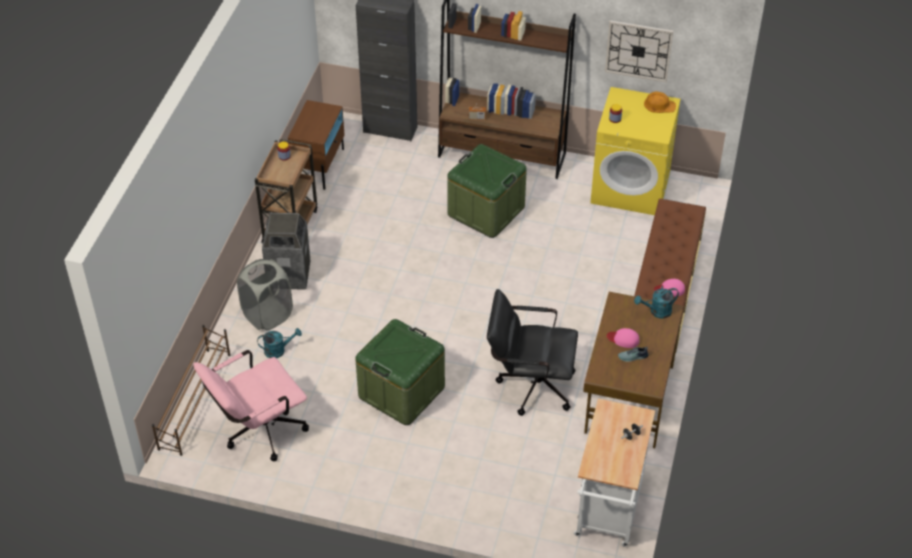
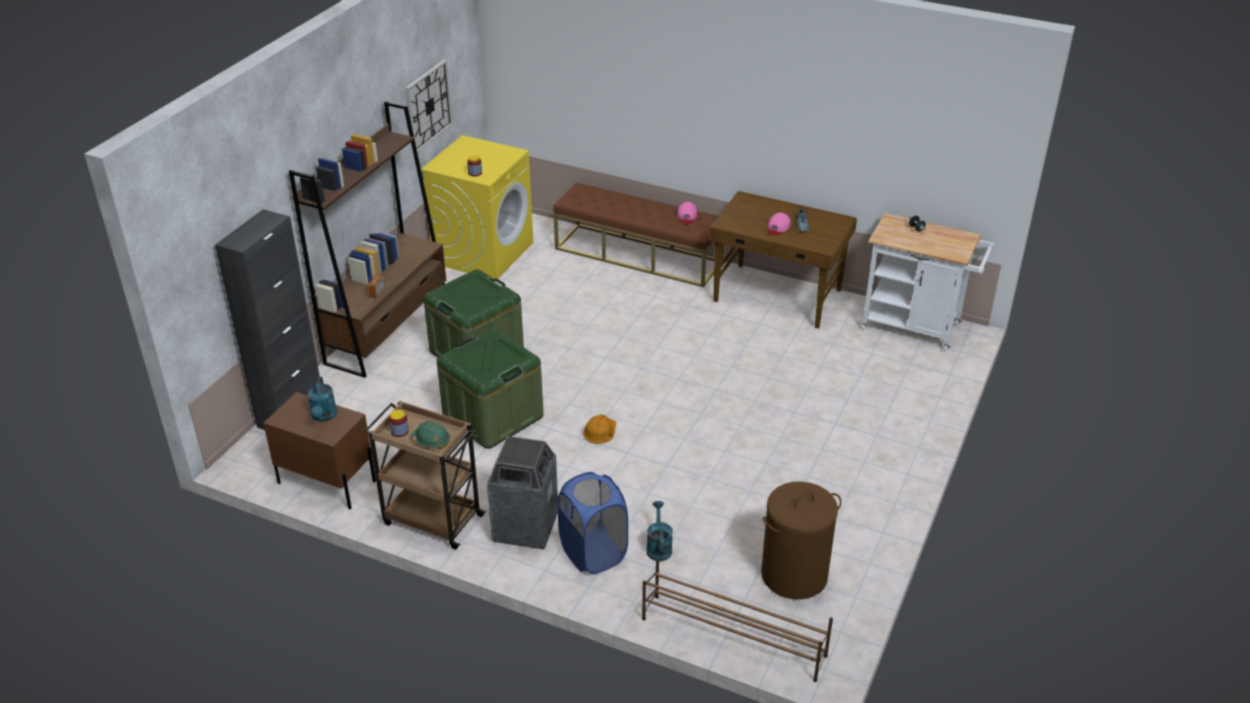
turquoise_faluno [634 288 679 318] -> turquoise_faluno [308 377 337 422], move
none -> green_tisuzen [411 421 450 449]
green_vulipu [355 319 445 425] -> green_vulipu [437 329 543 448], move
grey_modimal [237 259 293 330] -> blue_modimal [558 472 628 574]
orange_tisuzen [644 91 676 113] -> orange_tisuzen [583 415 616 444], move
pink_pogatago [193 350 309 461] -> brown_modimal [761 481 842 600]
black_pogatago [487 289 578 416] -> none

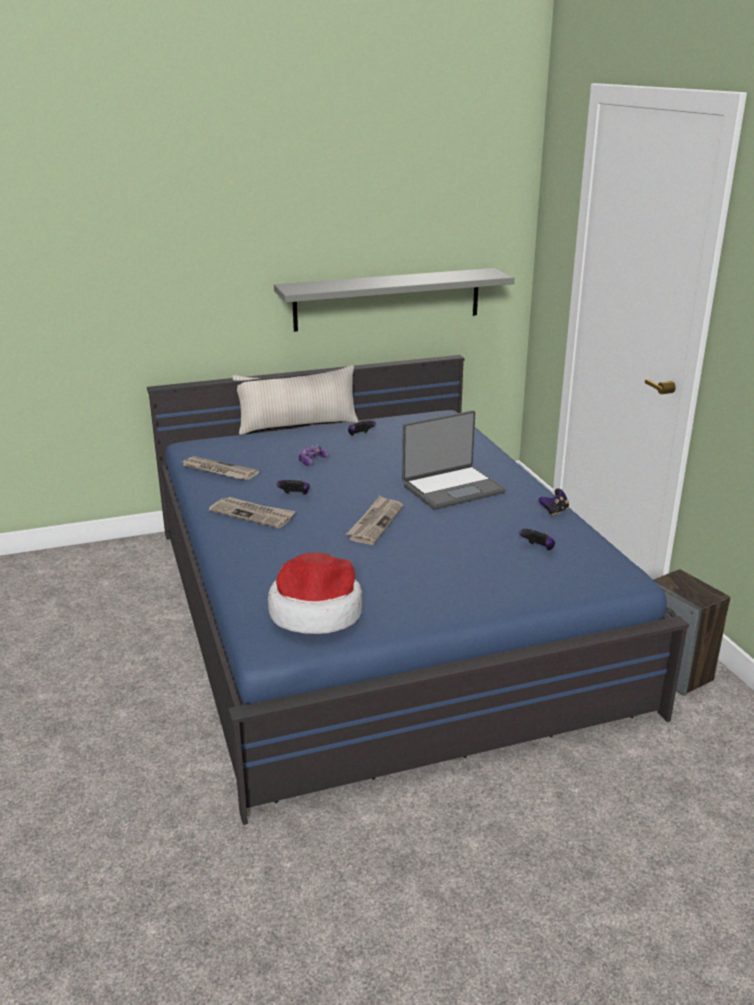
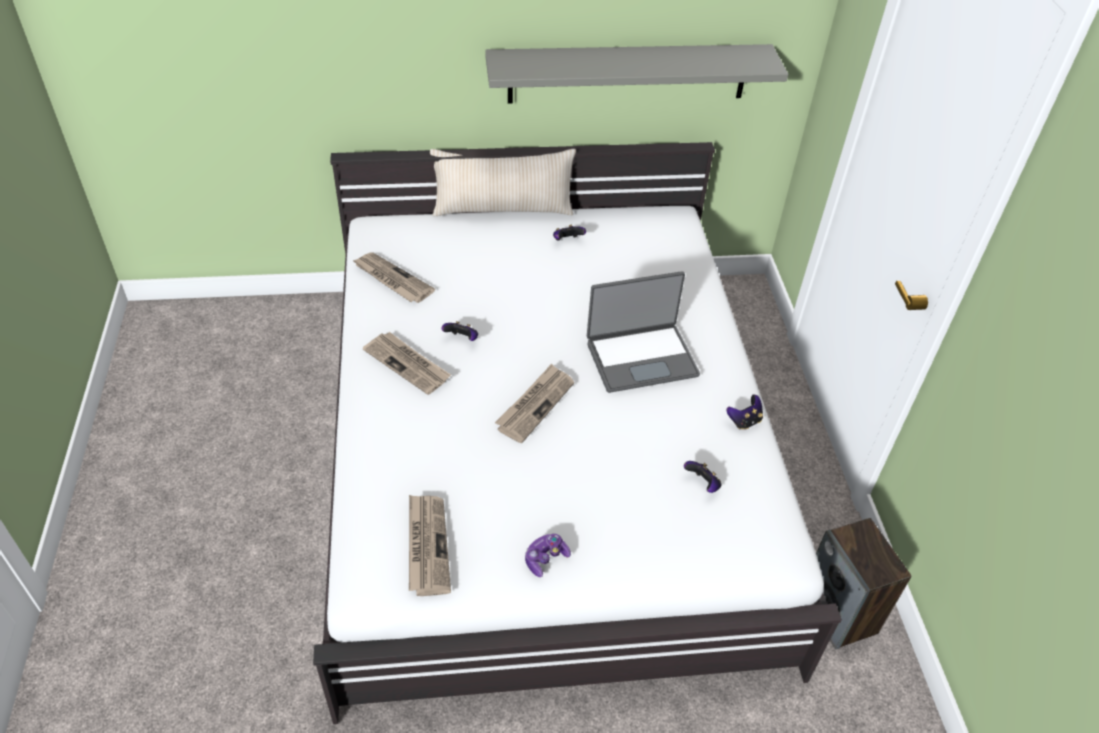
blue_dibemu [147 355 689 825] -> white_dibemu [313 142 842 724]
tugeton [268 552 362 634] -> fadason [409 495 451 596]
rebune [298 445 329 466] -> rebune [525 534 571 577], move

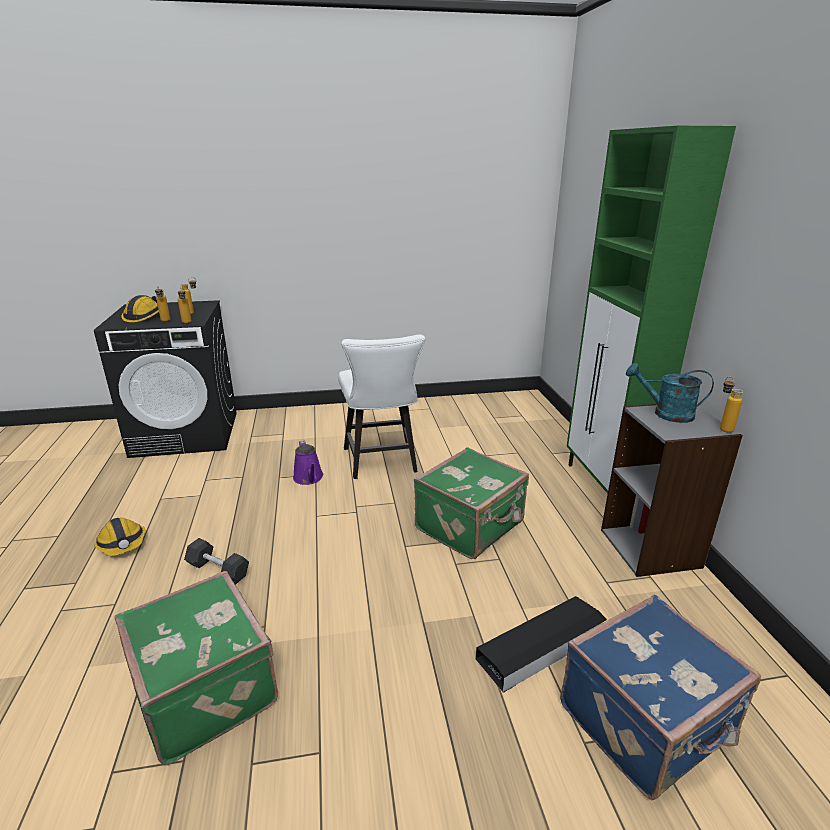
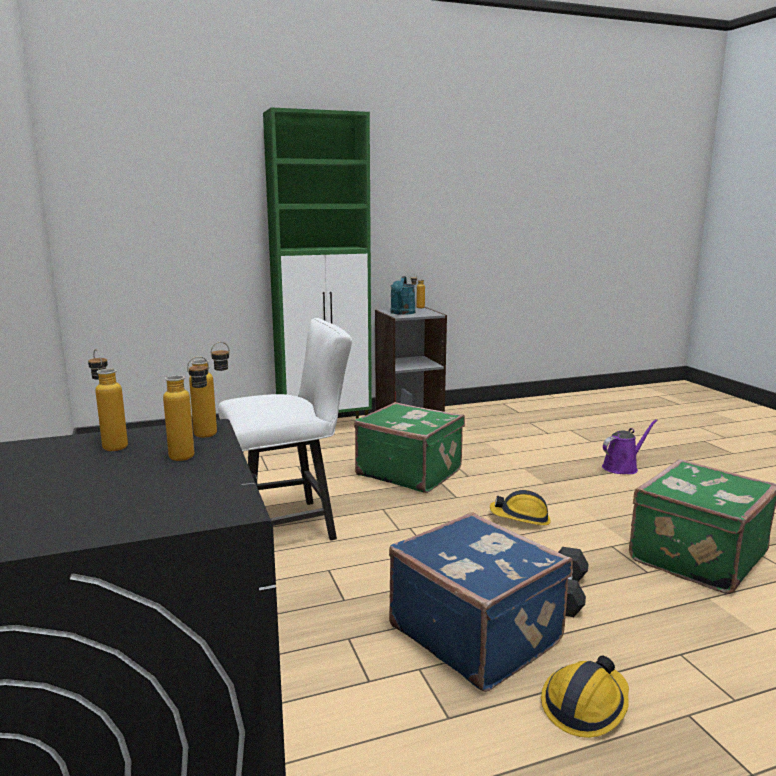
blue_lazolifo [560 594 761 800] -> blue_lazolifo [389 512 573 692], move
tisuzen [121 295 159 322] -> tisuzen [490 490 551 525], move
purple_faluno [293 441 323 485] -> purple_faluno [602 419 658 474], move
black_vulipu [476 596 607 693] -> none

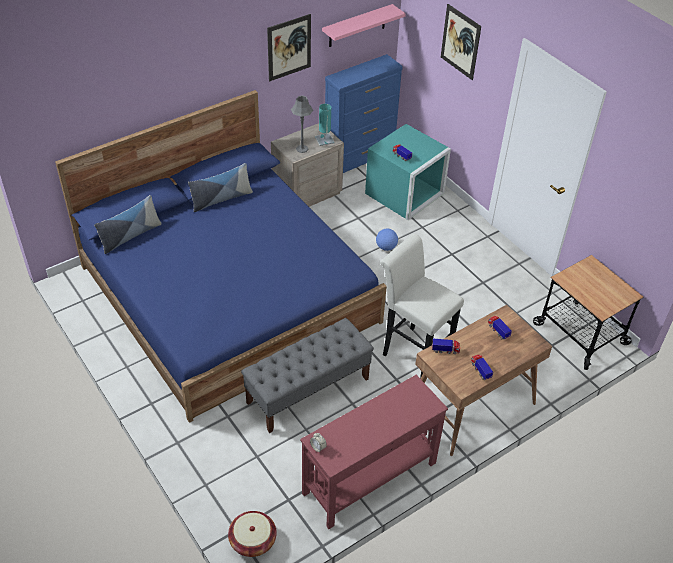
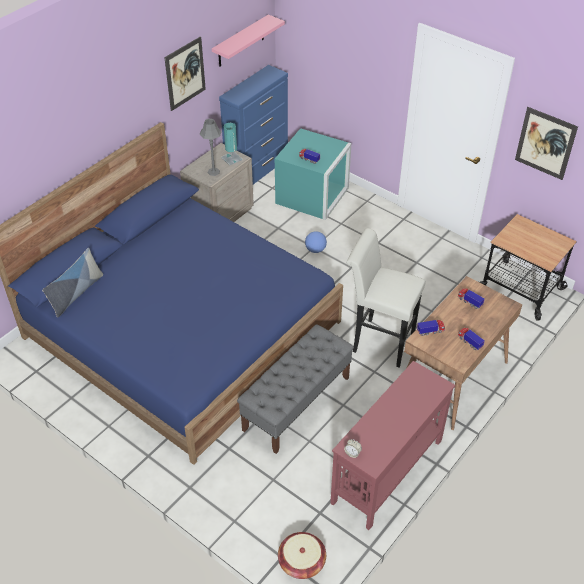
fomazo [441 4 481 80] -> fomazo [515 107 578 180], move
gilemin [188 163 253 212] -> none

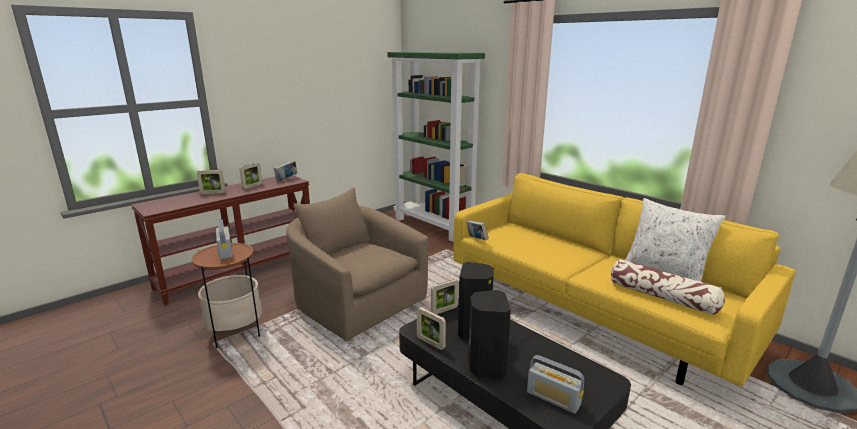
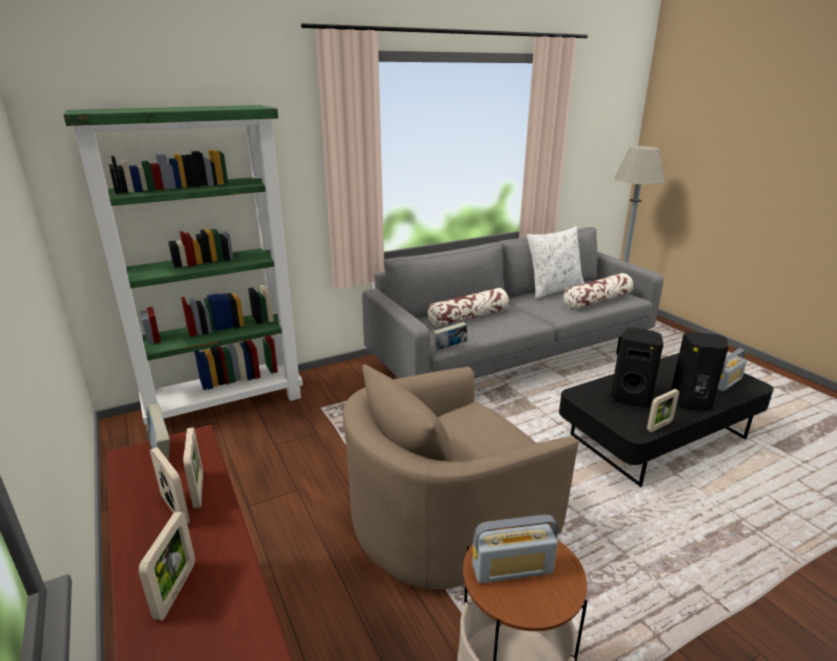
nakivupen [431 279 459 314] -> nakivupen [183 427 203 509], move
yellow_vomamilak [453 173 795 386] -> grey_vomamilak [362 227 664 378]
none -> gilemin [428 288 509 327]

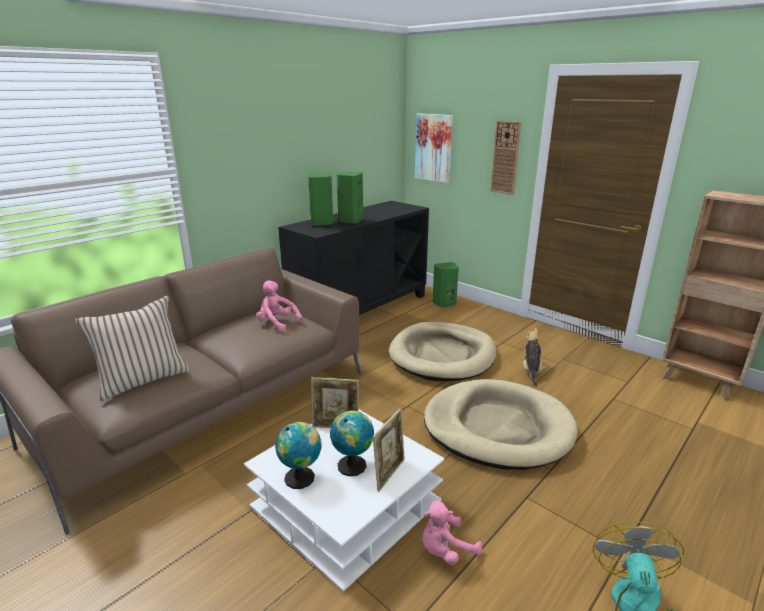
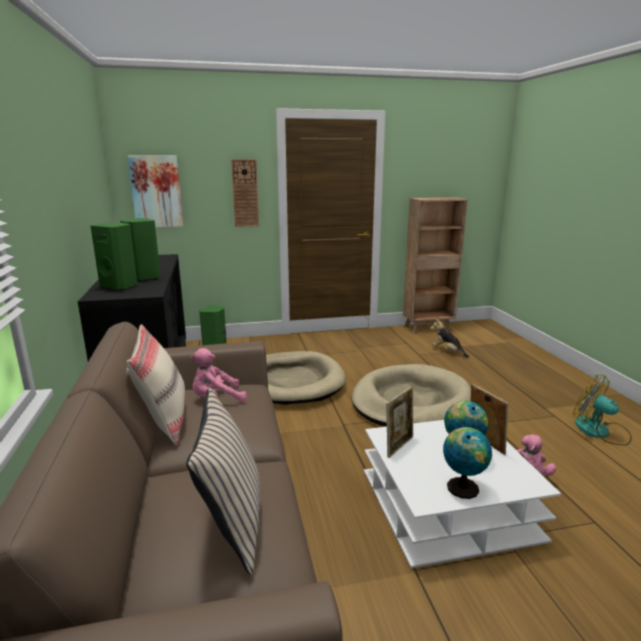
none -> beige_gilemin [126 324 185 445]
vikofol [523 328 546 386] -> vikofol [430 318 469 358], move

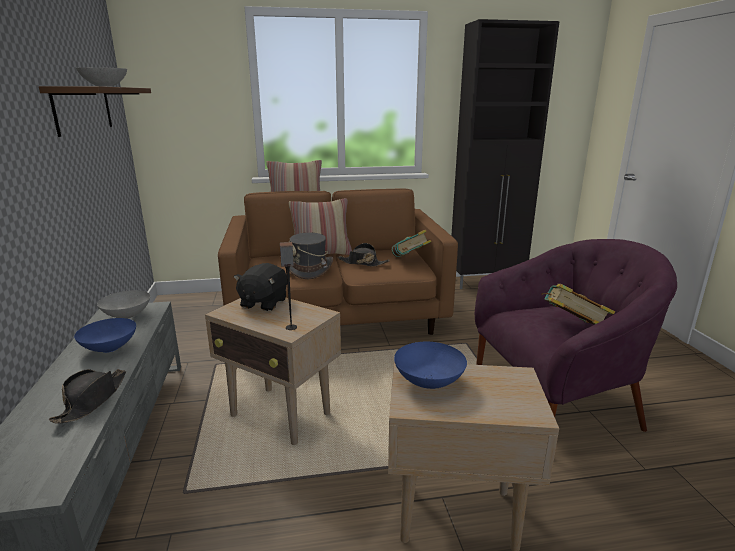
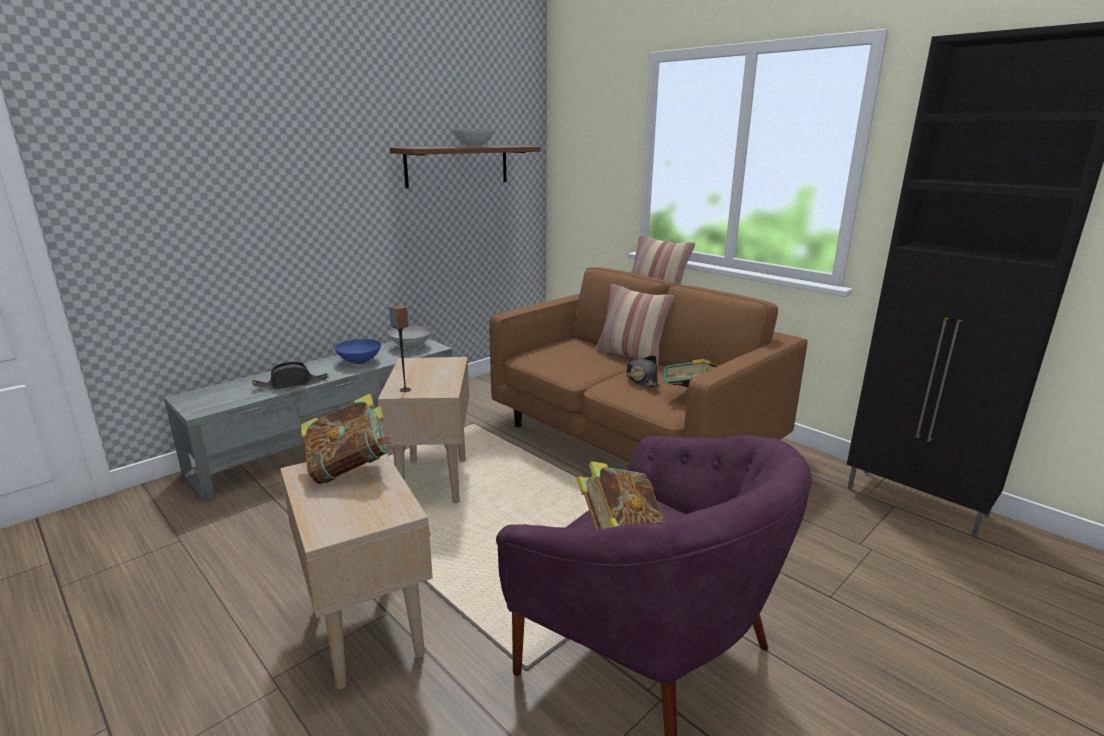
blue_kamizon [394 342 467 389] -> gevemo [301 394 392 484]
black_vikofol [233 263 287 311] -> none
grey_tugeton [289 233 333 279] -> none

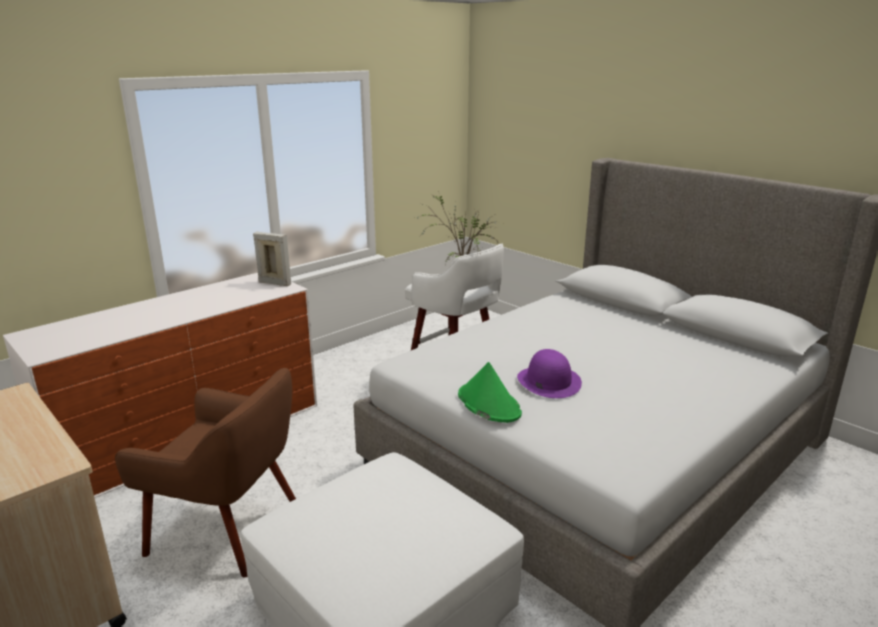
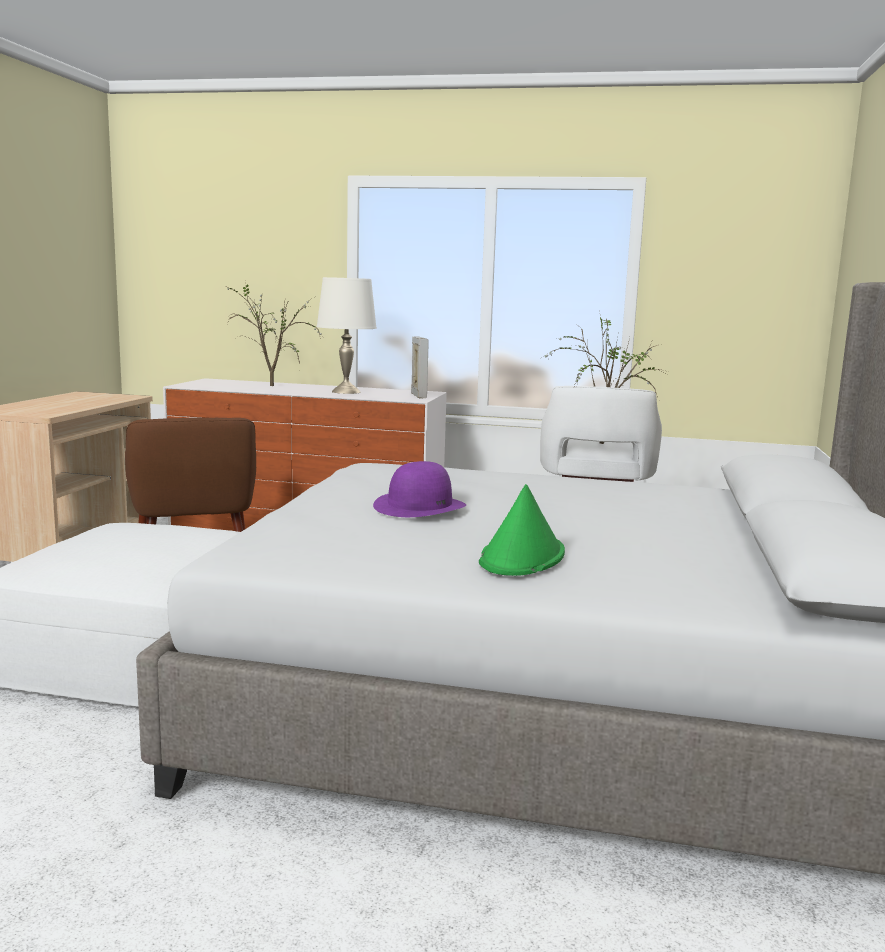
none -> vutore [227 283 322 386]
none -> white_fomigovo [317 277 377 394]
green_tugeton [458 362 522 423] -> green_tugeton [479 484 565 576], move

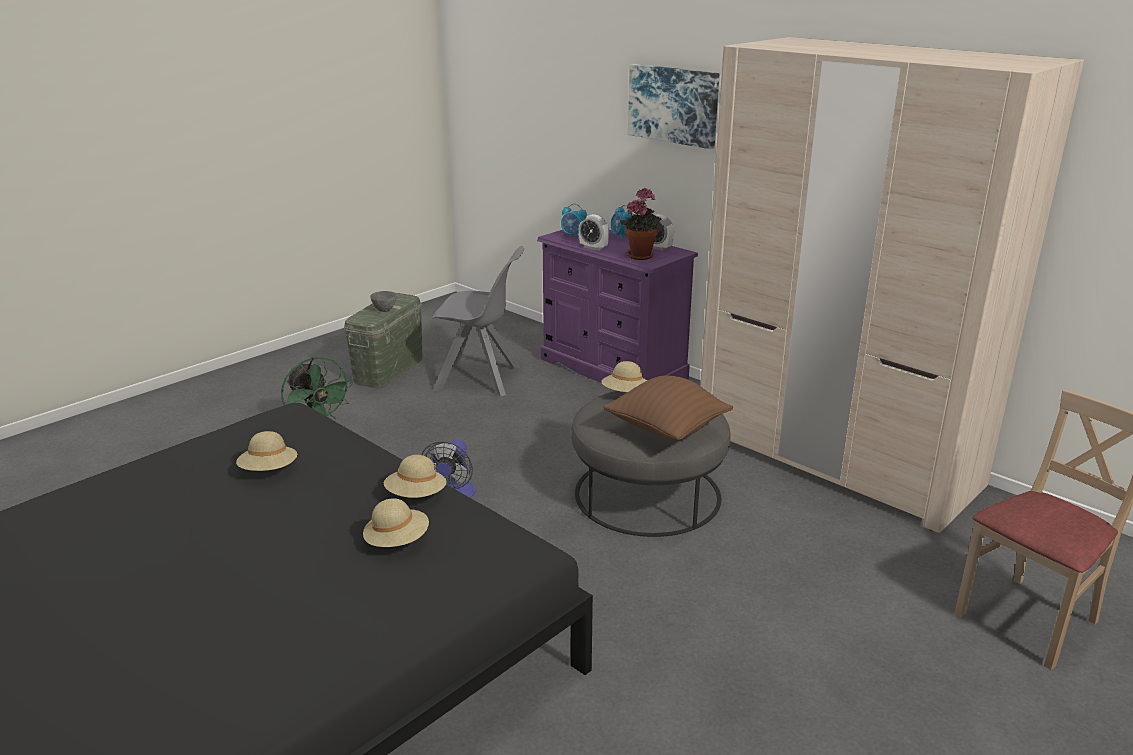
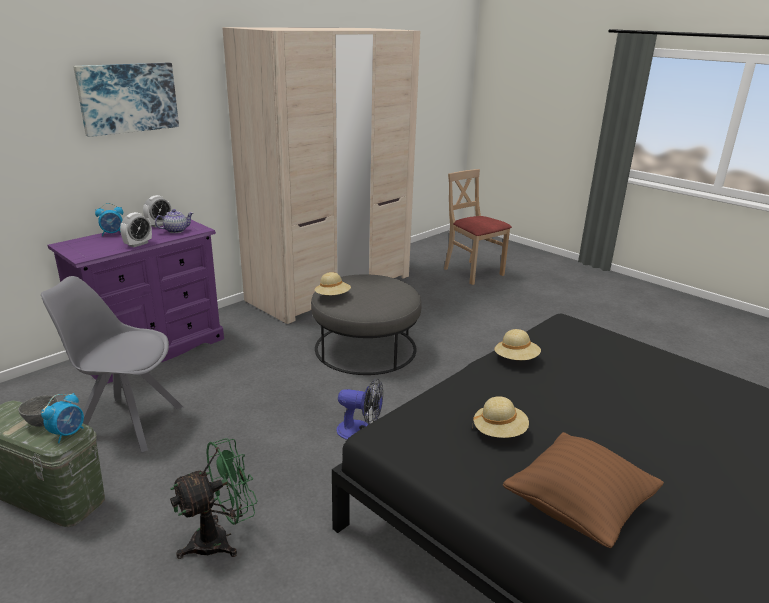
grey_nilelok [432 246 524 396] -> grey_nilelok [41 276 183 452], 90 degrees counterclockwise
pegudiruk [561 204 587 237] -> pegudiruk [41 393 84 443], move
vutore [620 187 664 260] -> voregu [155 209 193 233]
brown_gilemin [603 376 733 441] -> brown_gilemin [503 432 664 548], move
beige_tugeton [363 498 429 547] -> none

